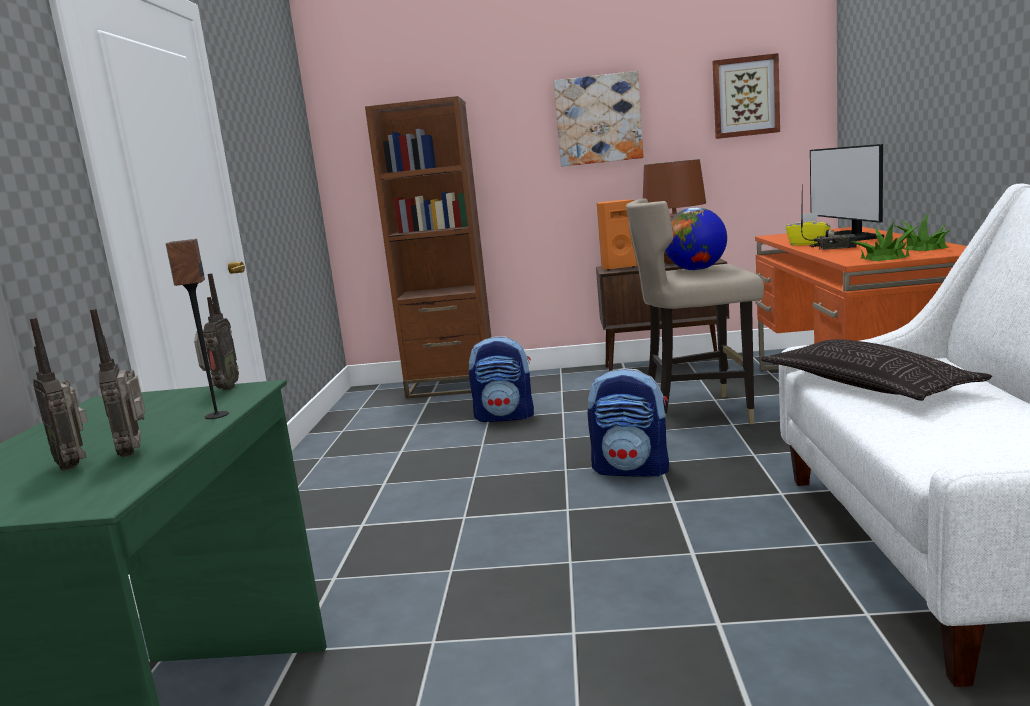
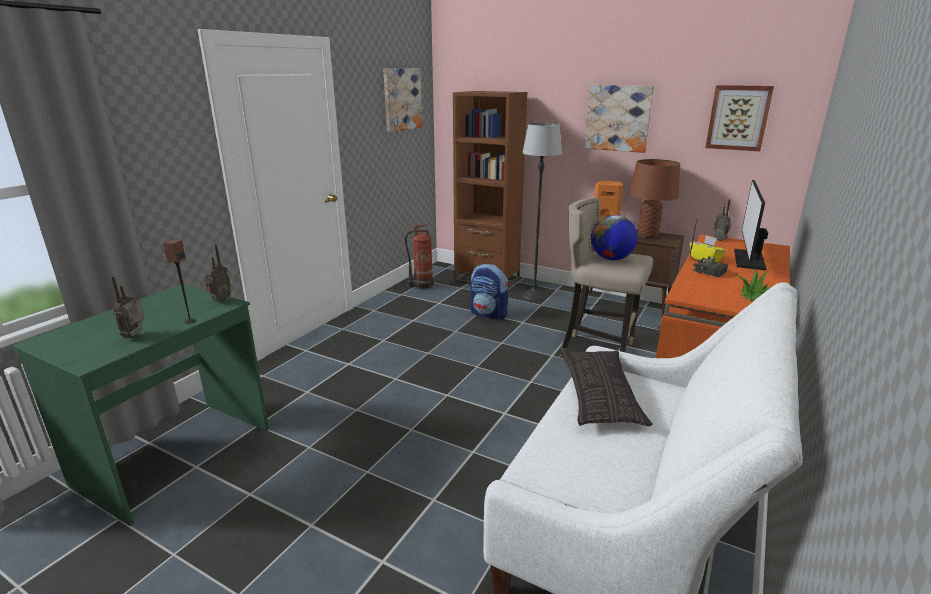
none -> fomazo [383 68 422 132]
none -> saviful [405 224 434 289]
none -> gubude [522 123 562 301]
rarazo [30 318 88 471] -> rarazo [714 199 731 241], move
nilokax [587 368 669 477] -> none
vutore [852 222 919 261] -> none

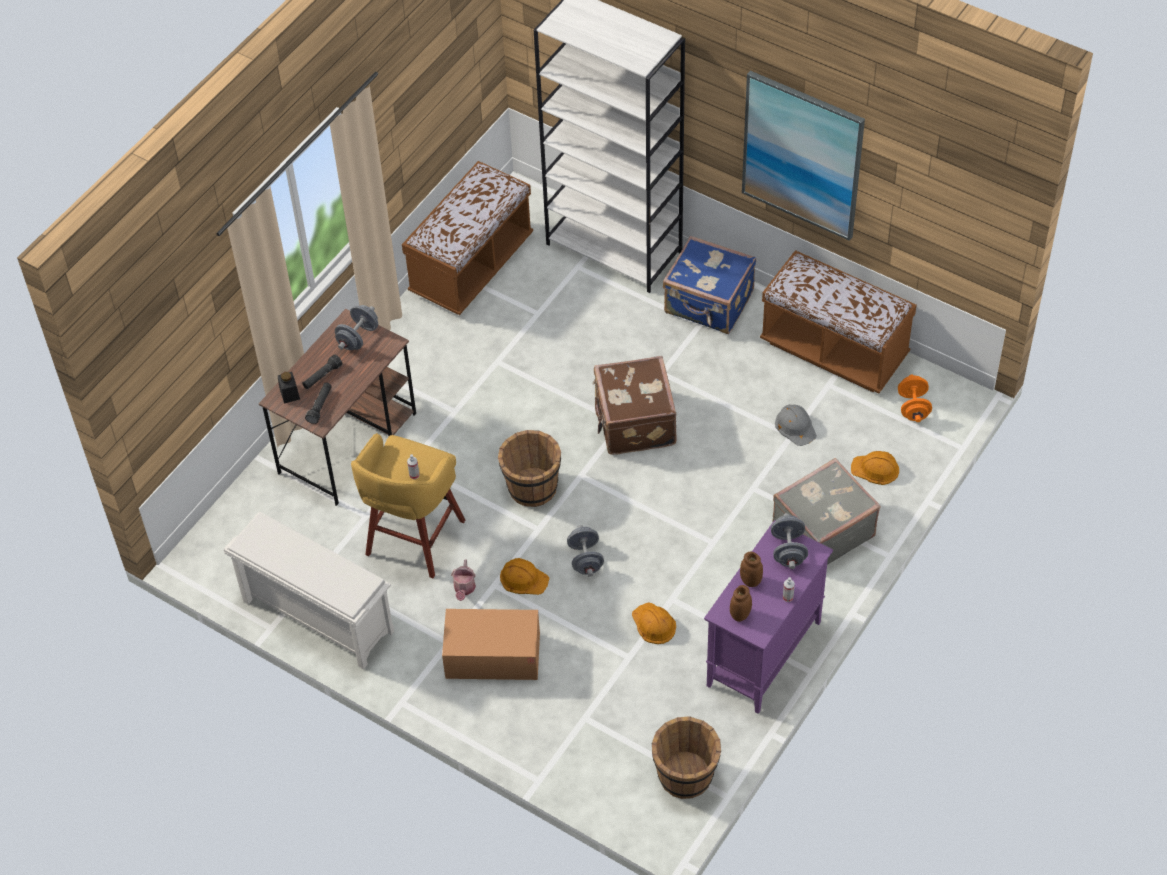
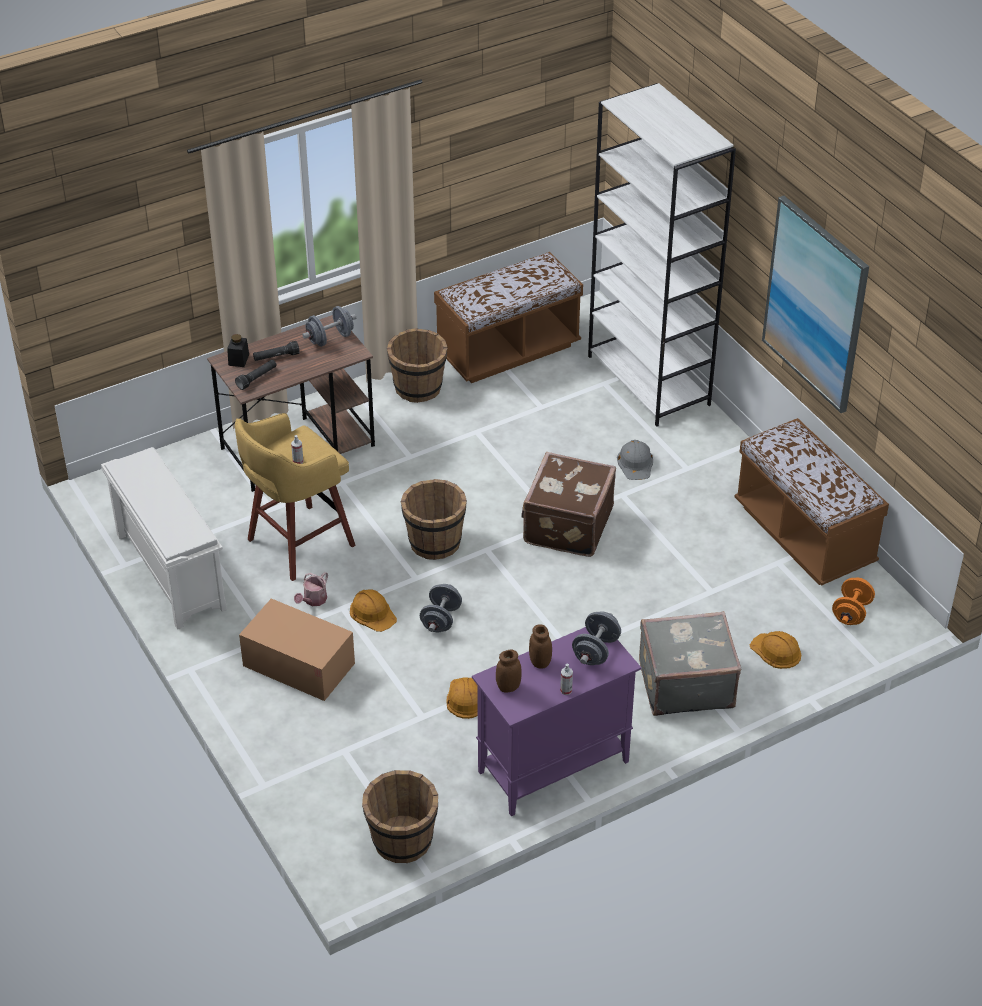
none -> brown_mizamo [387 328 448 403]
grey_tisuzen [775 404 817 446] -> grey_tisuzen [617 440 653 480], move
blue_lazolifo [663 236 756 334] -> none

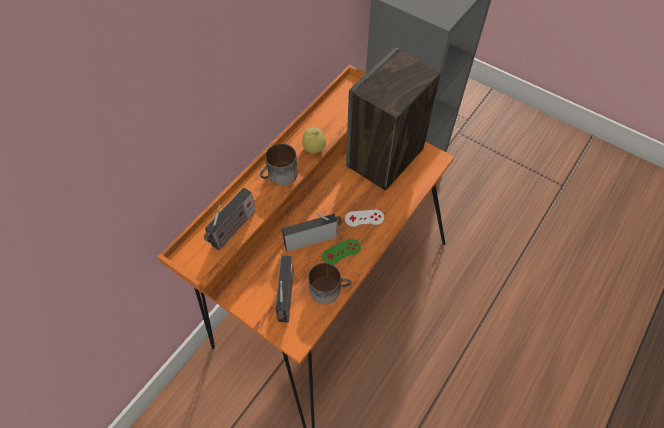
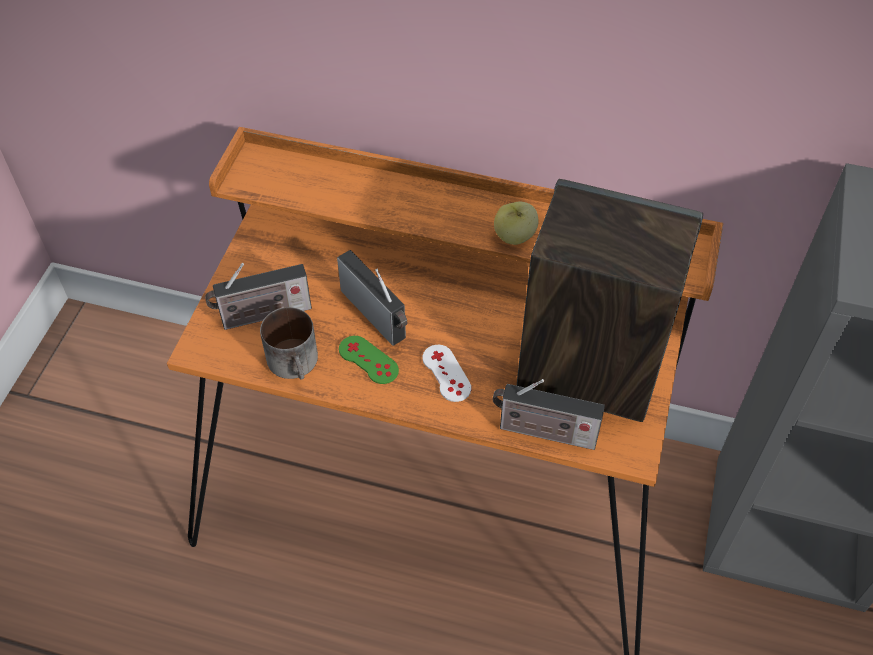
rarazo [204 188 256 250] -> rarazo [492 379 605 450], move
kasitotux [260 143 298 185] -> none

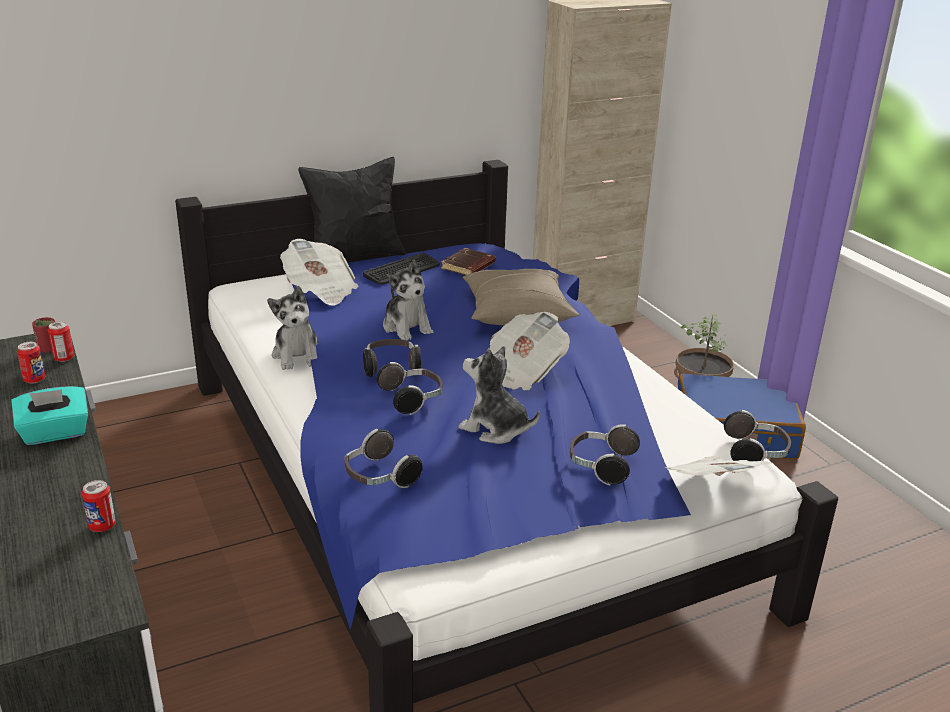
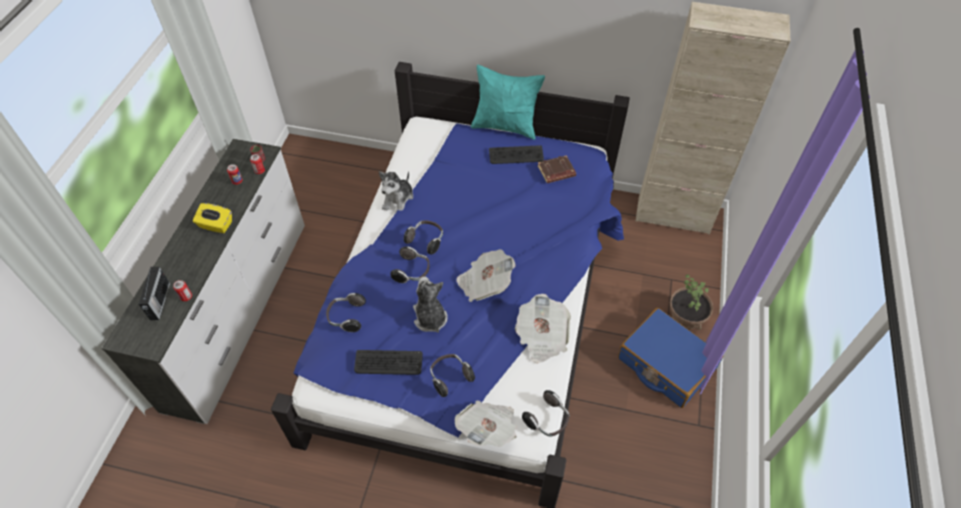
none -> rarazo [139 267 170 320]
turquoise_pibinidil [11 386 88 445] -> yellow_pibinidil [193 203 232 234]
none -> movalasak [354 350 423 375]
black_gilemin [298 157 406 258] -> turquoise_gilemin [471 65 545 140]
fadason [280 239 358 306] -> fadason [515 294 571 364], move
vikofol [383 259 434 340] -> none
beige_gilemin [463 269 579 325] -> none

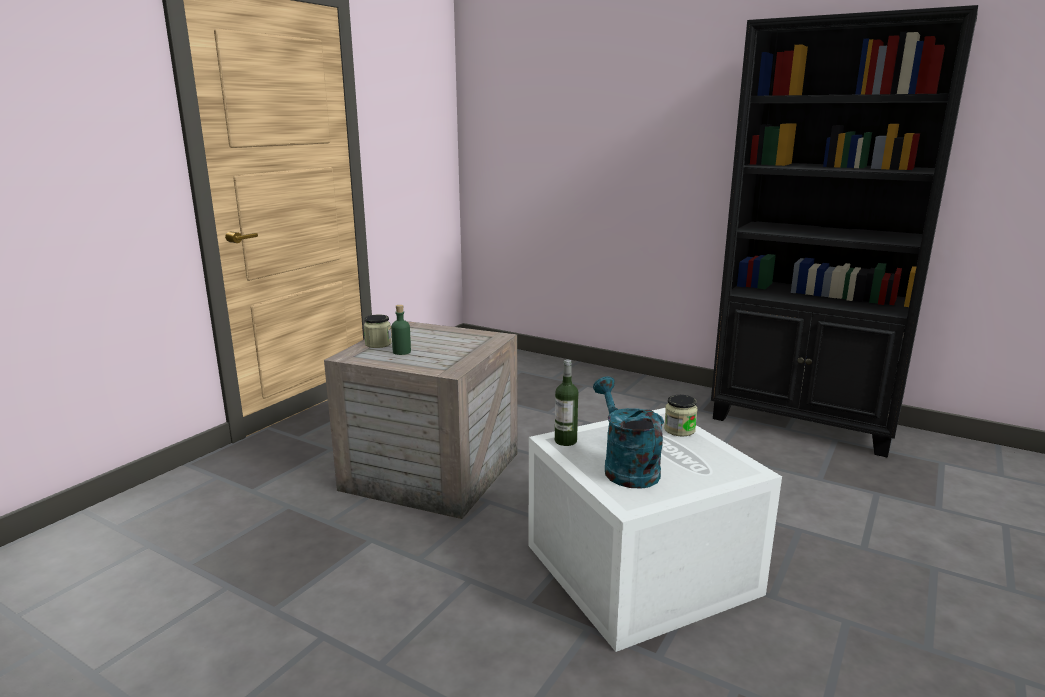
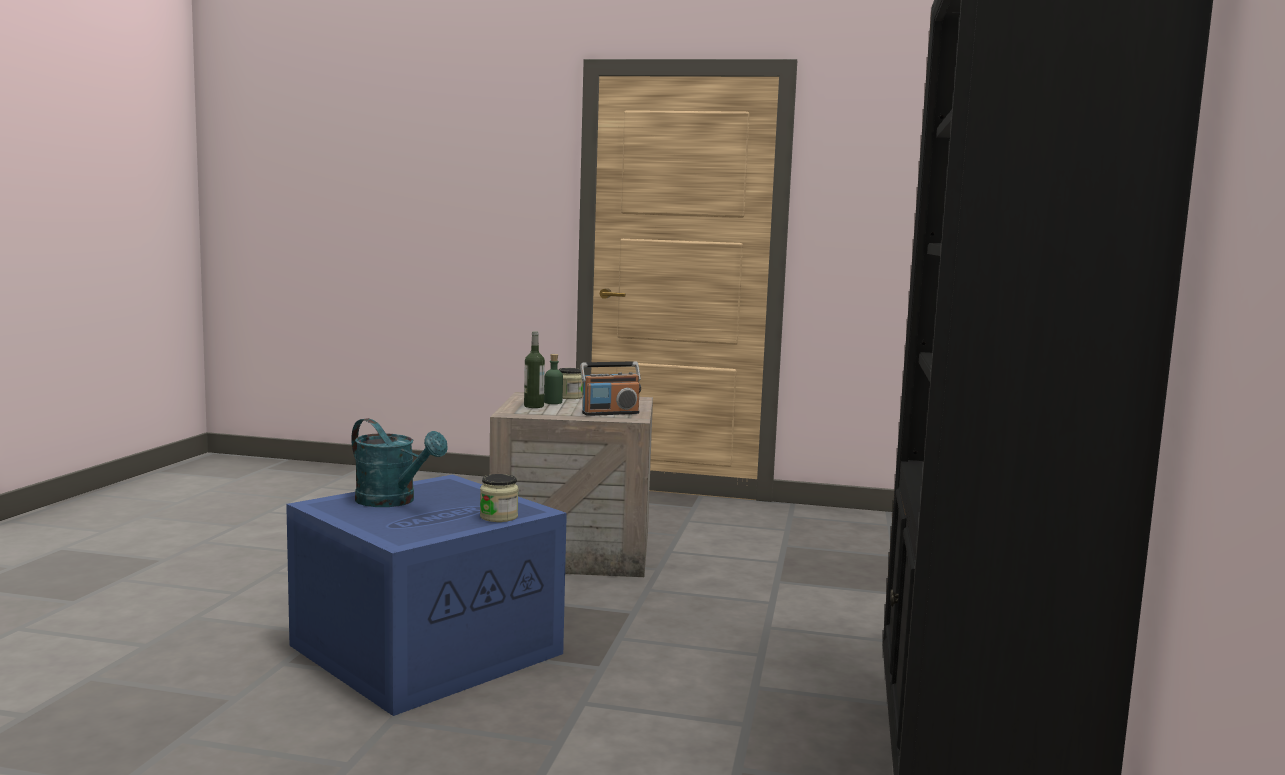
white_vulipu [528 408 782 652] -> blue_vulipu [286 475 567 716]
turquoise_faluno [593 376 664 489] -> turquoise_faluno [351 418 448 507], 75 degrees clockwise
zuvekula [555 359 578 446] -> zuvekula [524 331 545 408], move
none -> rarazo [580 362 641 416]

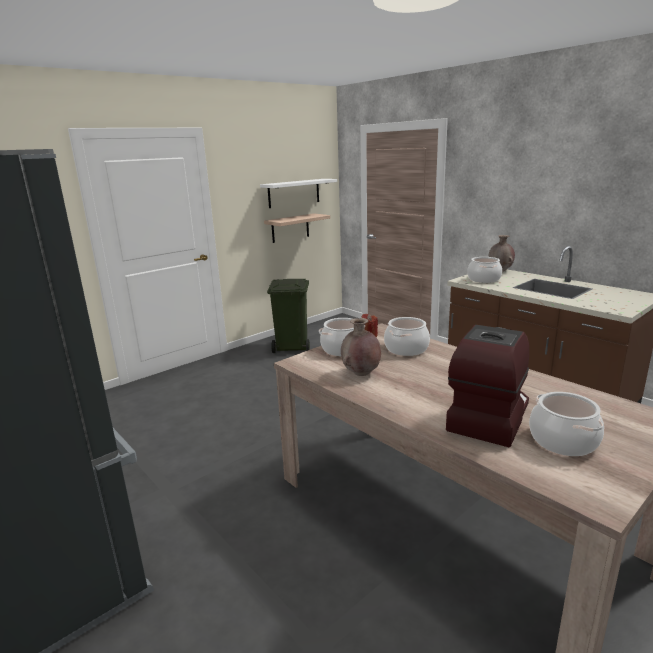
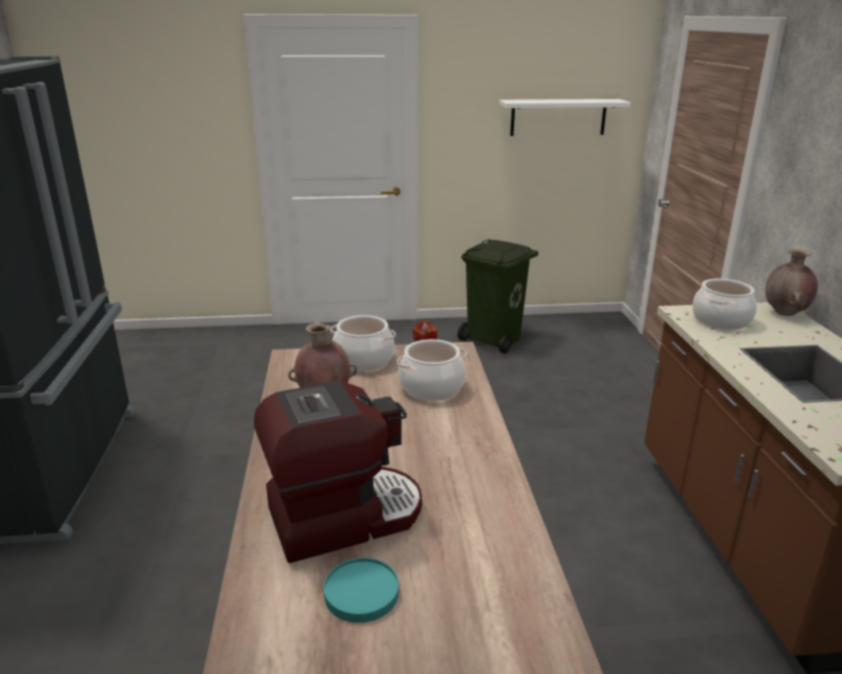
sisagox [529 392 604 456] -> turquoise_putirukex [324 558 399 623]
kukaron [264 213 330 243] -> none

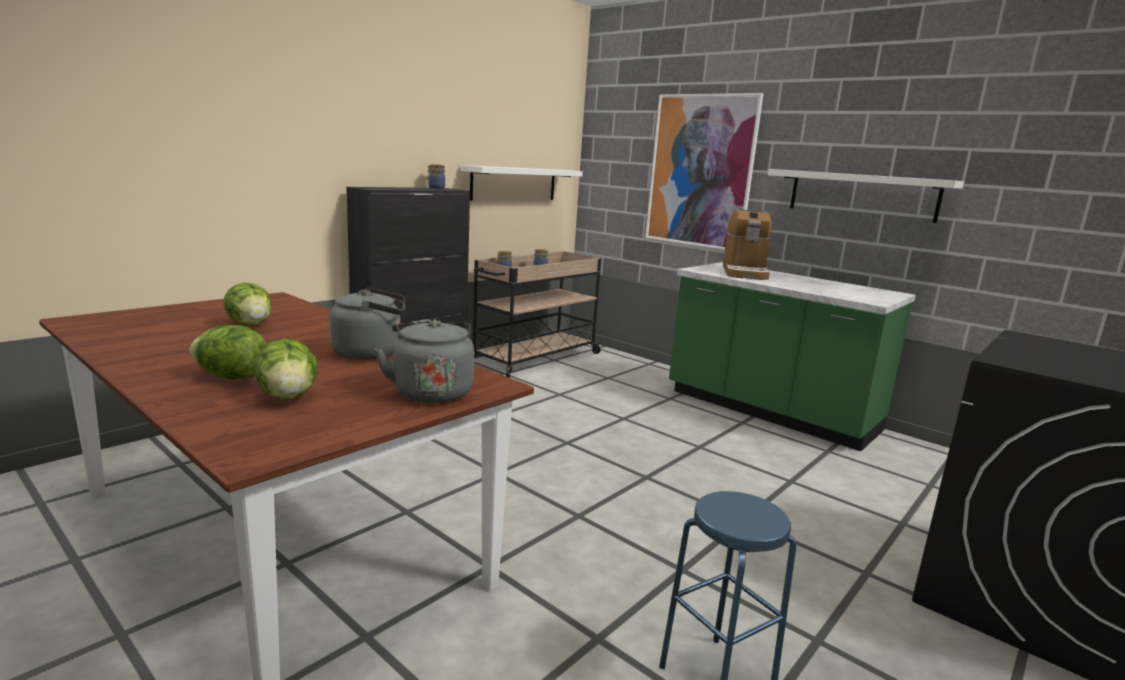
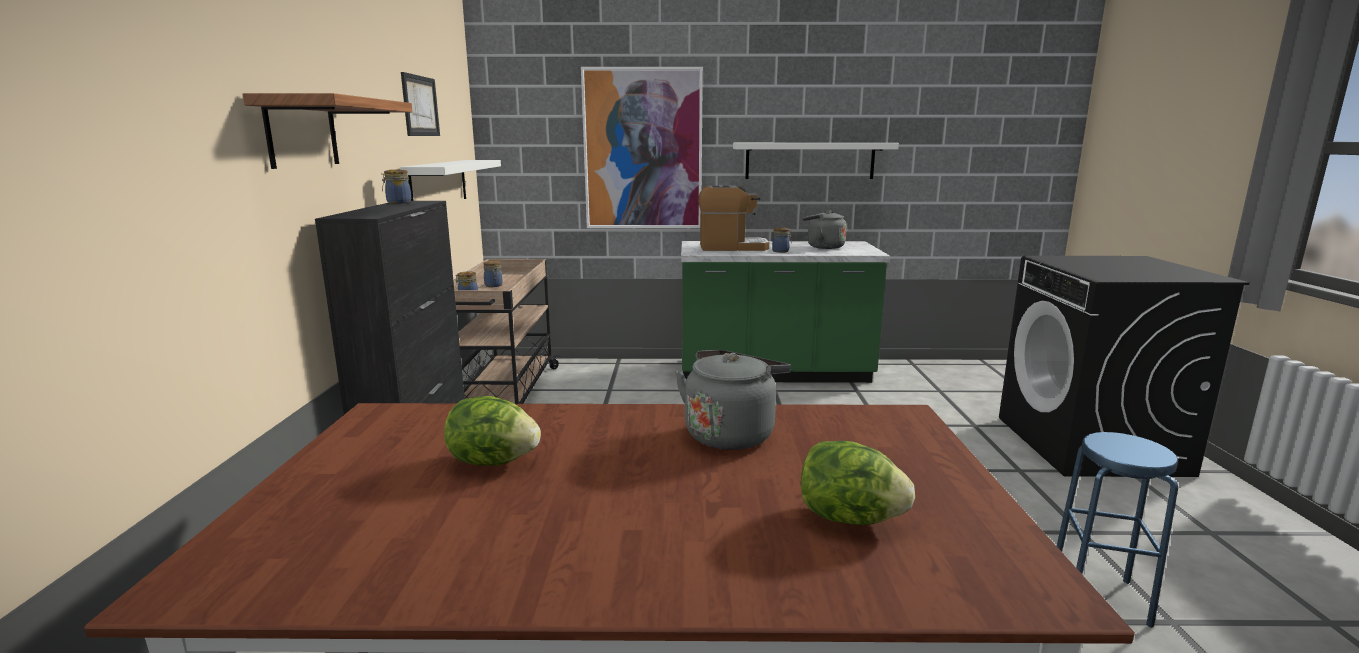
none -> kukaron [243 93 412 169]
none -> fomazo [401 72 440 136]
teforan [723 209 772 280] -> teforan [698 185 769 251], 60 degrees counterclockwise
none -> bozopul [772 227 792 253]
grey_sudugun [375 319 474 403] -> grey_sudugun [802 210 847 249], move
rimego [189 325 267 380] -> none

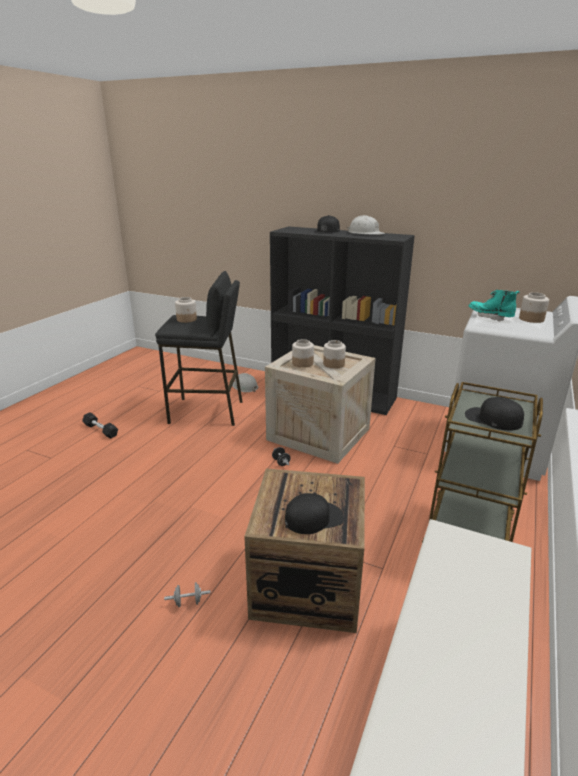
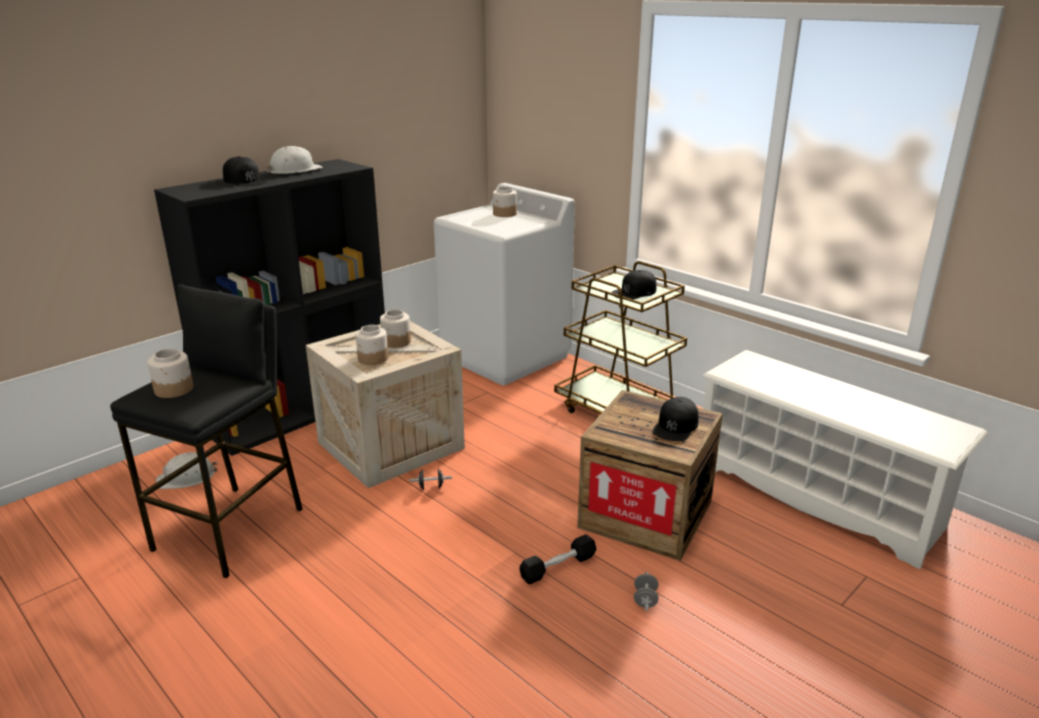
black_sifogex [82 412 118 439] -> black_sifogex [520 534 596 584], move
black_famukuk [285 493 344 534] -> black_famukuk [652 397 699 441], 150 degrees counterclockwise
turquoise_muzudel [469 290 520 322] -> none

